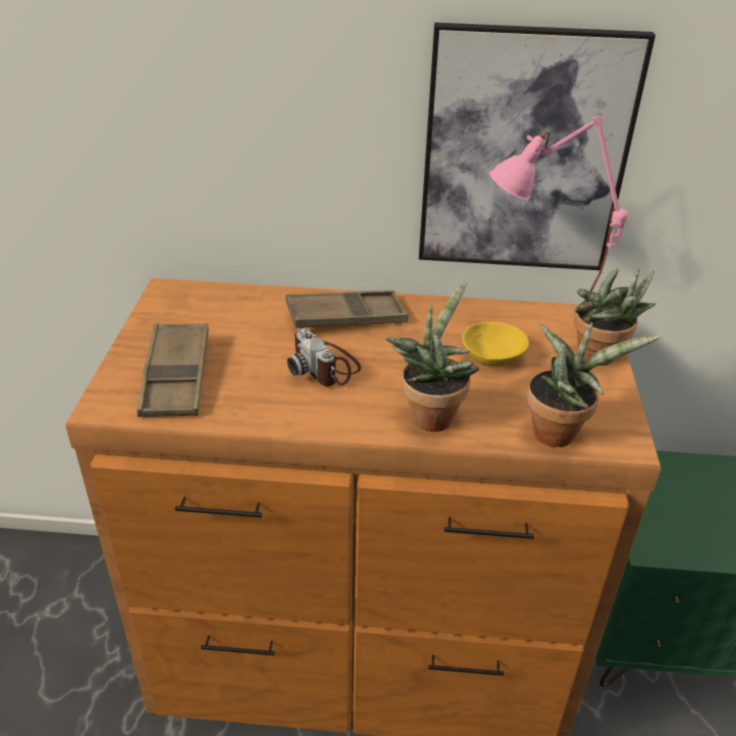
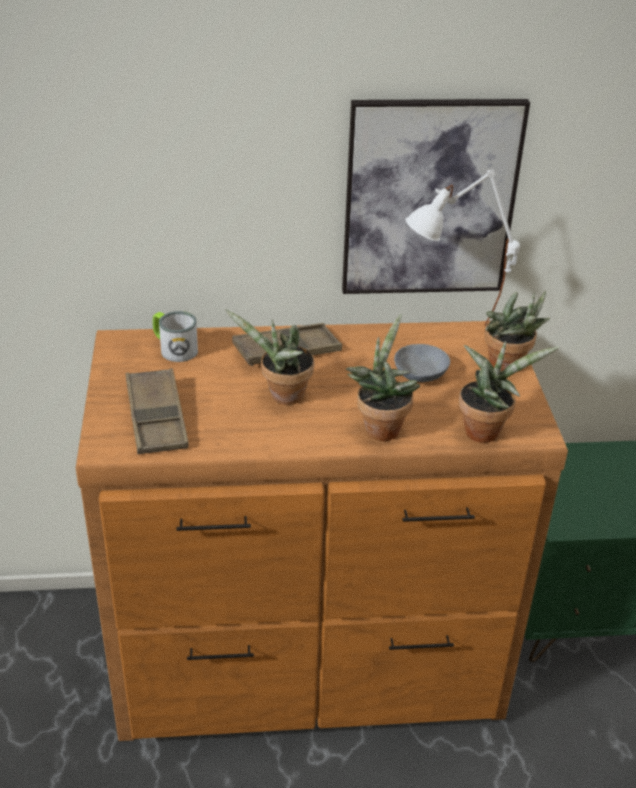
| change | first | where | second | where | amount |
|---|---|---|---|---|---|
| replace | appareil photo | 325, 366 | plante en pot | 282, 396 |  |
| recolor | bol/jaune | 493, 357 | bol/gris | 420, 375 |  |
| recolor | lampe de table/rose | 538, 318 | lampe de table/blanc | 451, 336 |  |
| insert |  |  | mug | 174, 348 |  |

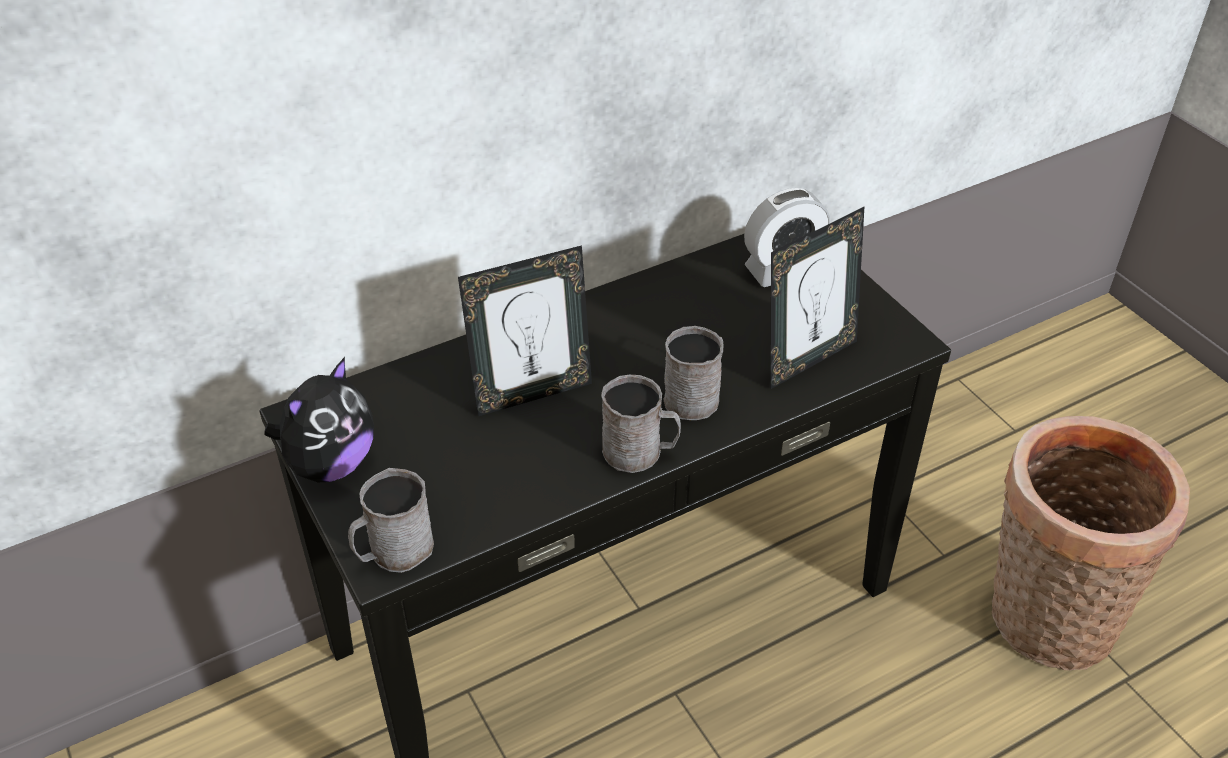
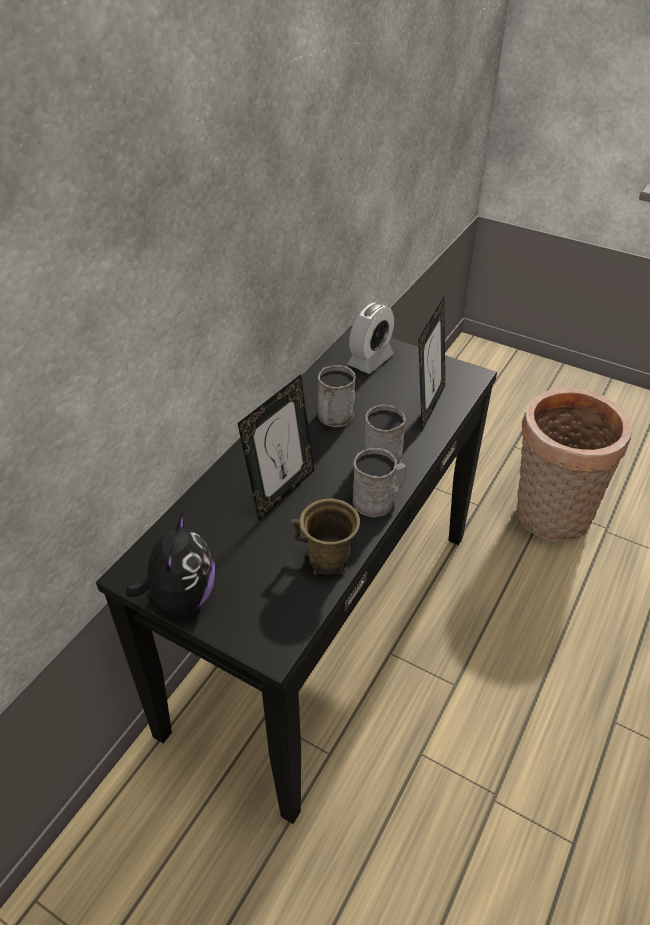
| change | first | where | second | where | amount |
|---|---|---|---|---|---|
| move | mug/gris | 394, 552 |  | 334, 418 |  |
| insert |  |  | mug/marron | 328, 560 |  |

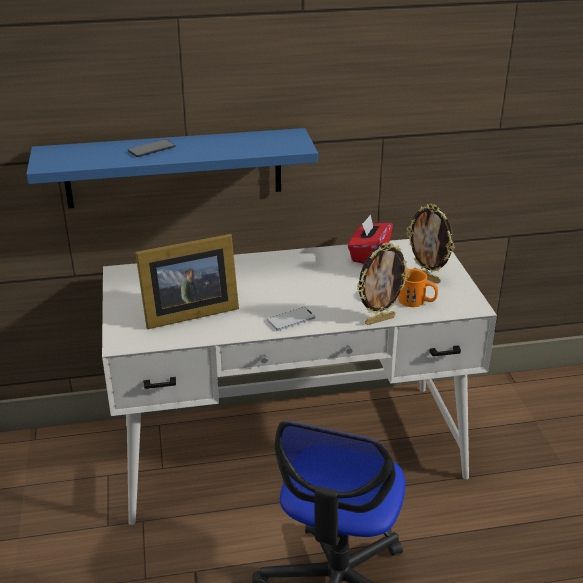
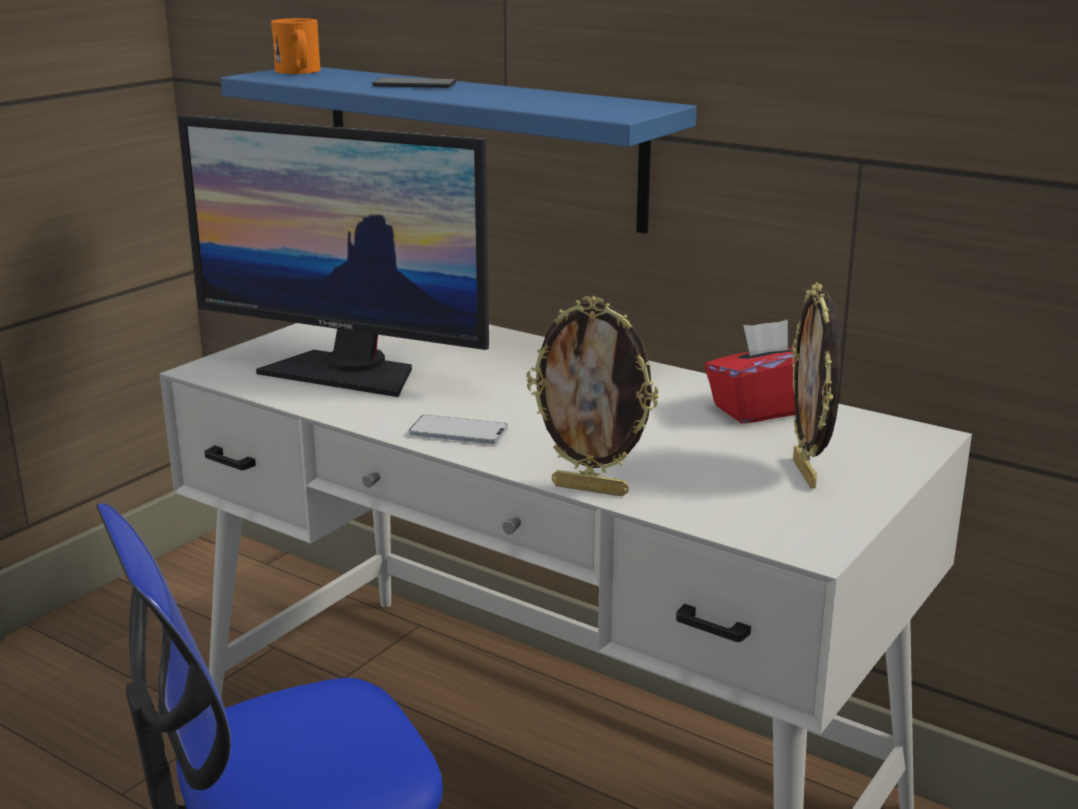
| change | first | where | second | where | amount |
|---|---|---|---|---|---|
| replace | cadre photo | 186, 313 | écran d'ordinateur | 347, 371 |  |
| move | mug/orange | 417, 301 |  | 299, 72 |  |

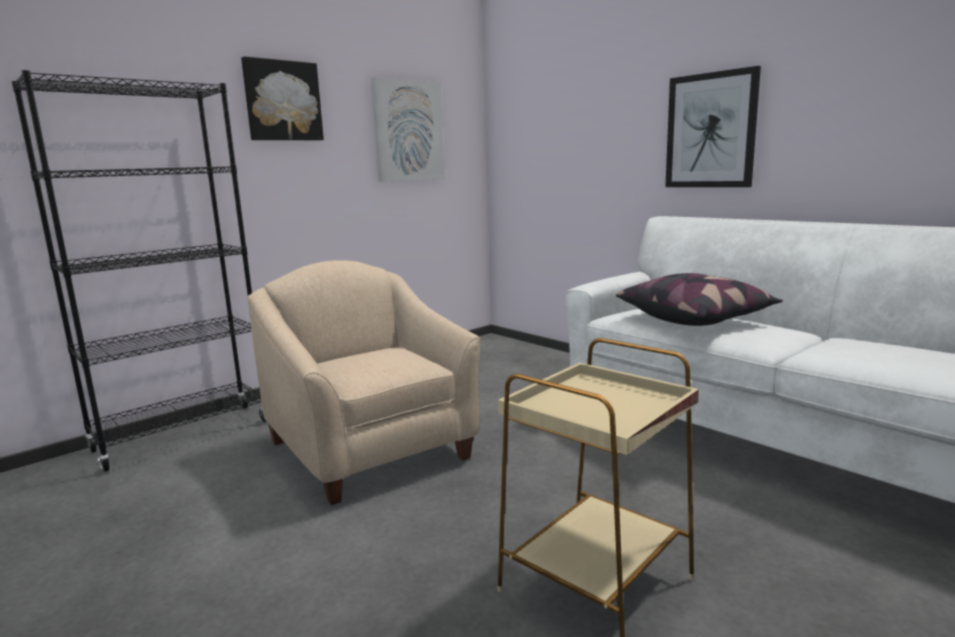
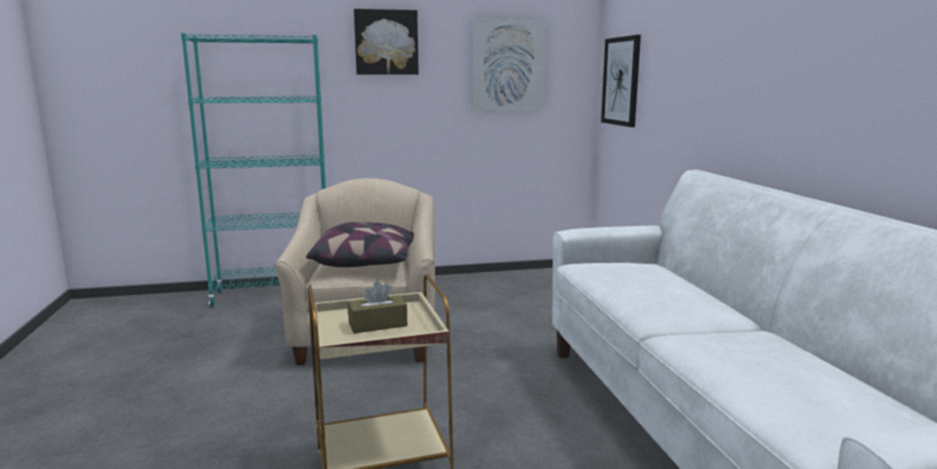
| change | first | where | second | where | amount |
|---|---|---|---|---|---|
| recolor | bibliothèque/noir | 183, 435 | bibliothèque/turquoise | 274, 295 |  |
| move | coussin | 695, 319 |  | 367, 262 |  |
| move | tableau | 710, 131 |  | 621, 81 |  |
| insert |  |  | boîte à mouchoirs/marron | 377, 324 |  |

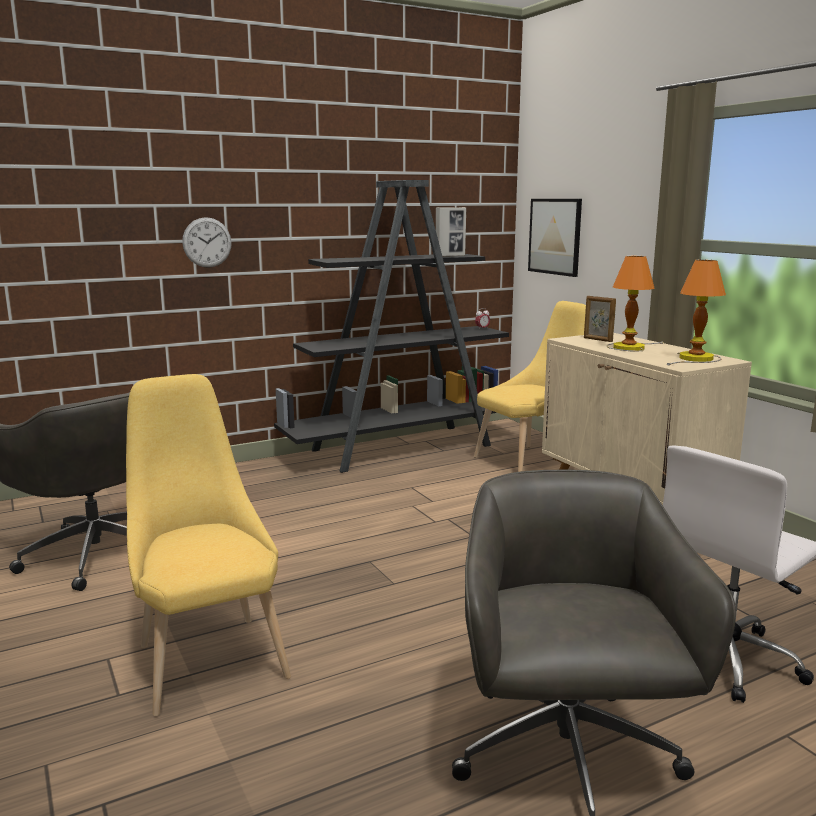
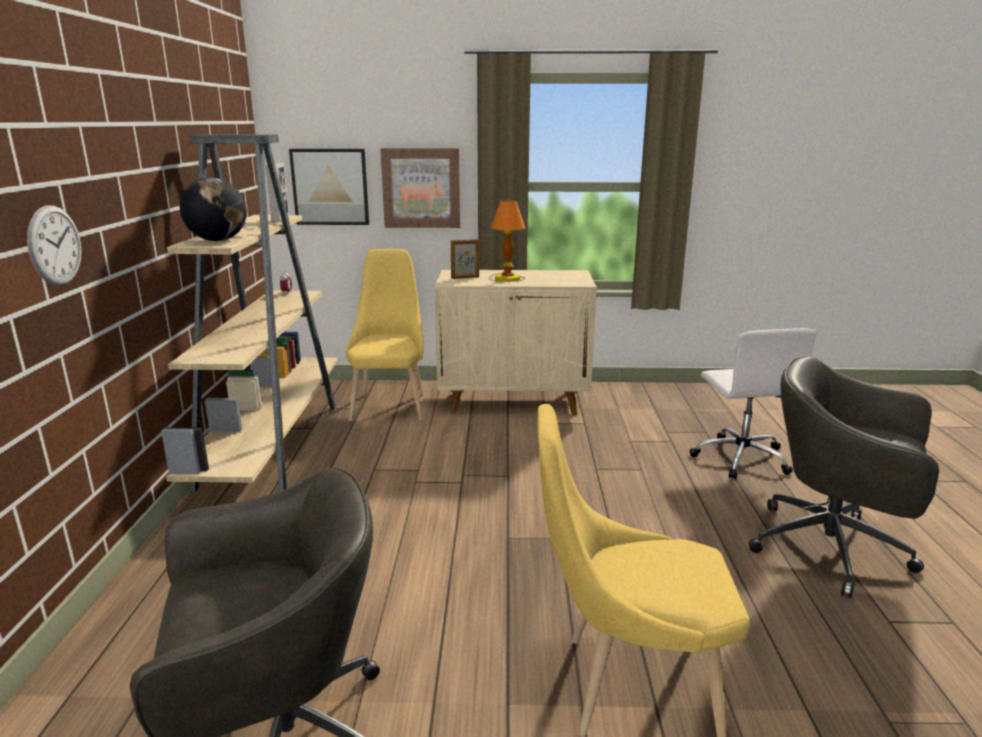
| change | first | where | second | where | amount |
|---|---|---|---|---|---|
| recolor | bibliothèque/noir | 404, 447 | bibliothèque/beige | 273, 442 |  |
| delete | lampe de table | 696, 359 |  |  |  |
| insert |  |  | globe | 218, 240 |  |
| insert |  |  | tableau | 421, 188 |  |

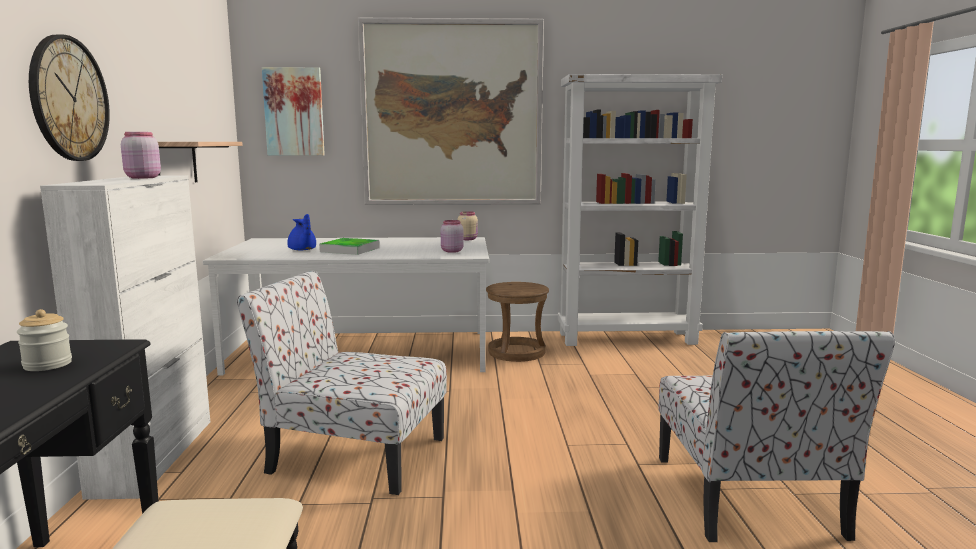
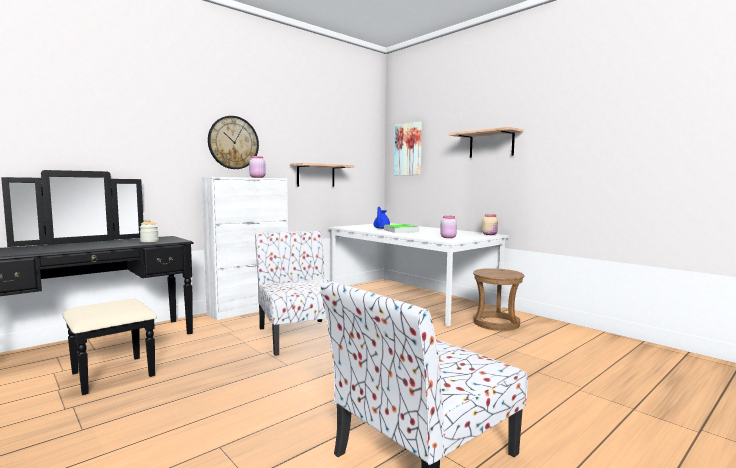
| change | first | where | second | where | amount |
|---|---|---|---|---|---|
| replace | tableau | 452, 114 | étagère | 491, 144 |  |
| delete | bibliothèque/blanc | 627, 338 |  |  |  |

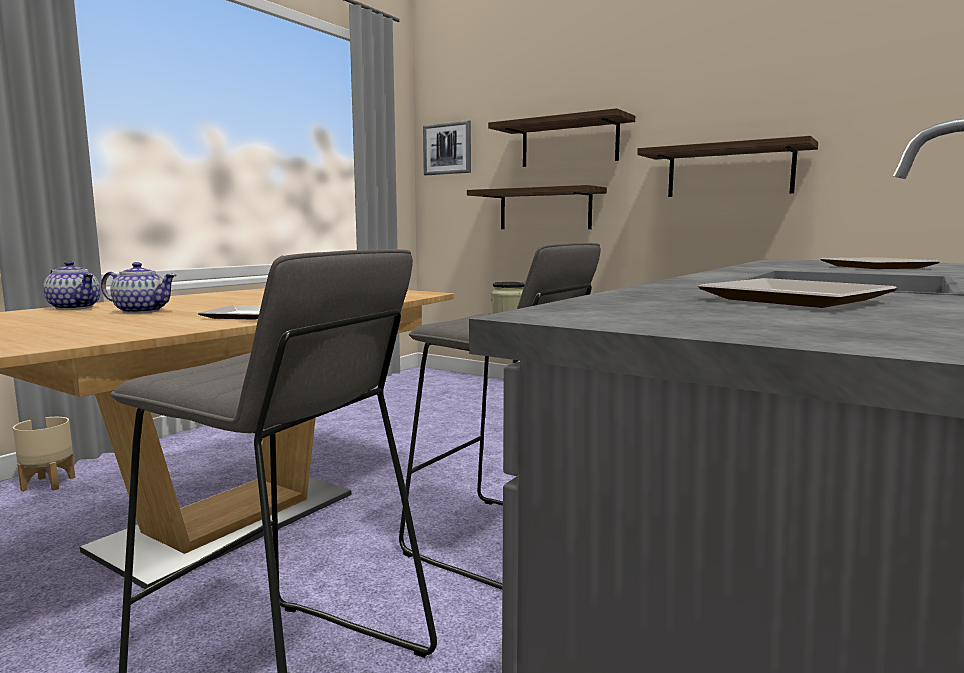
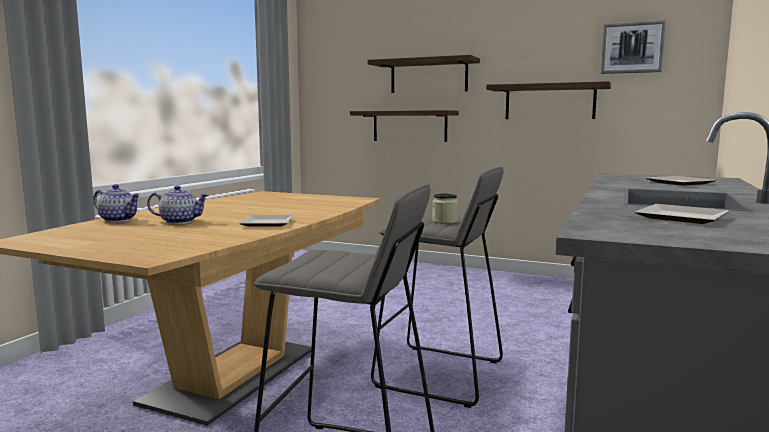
| change | first | where | second | where | amount |
|---|---|---|---|---|---|
| delete | cache-pot/beige | 49, 483 |  |  |  |
| move | tableau | 447, 148 |  | 632, 48 |  |

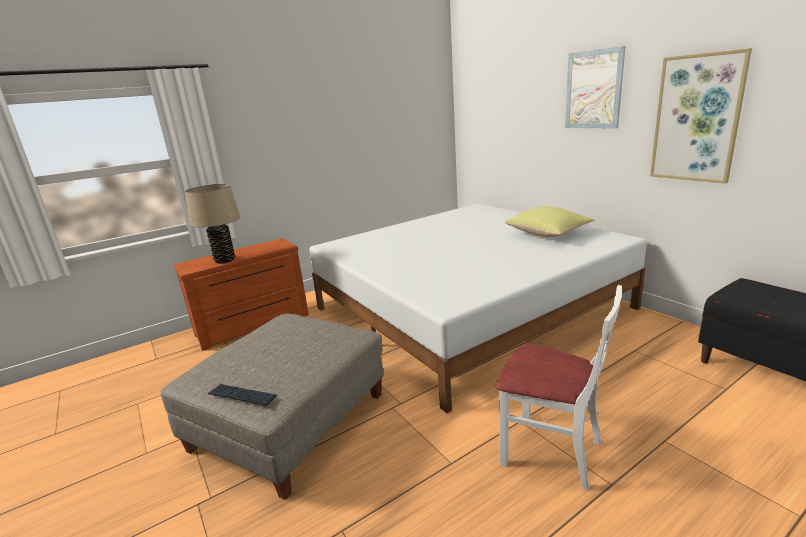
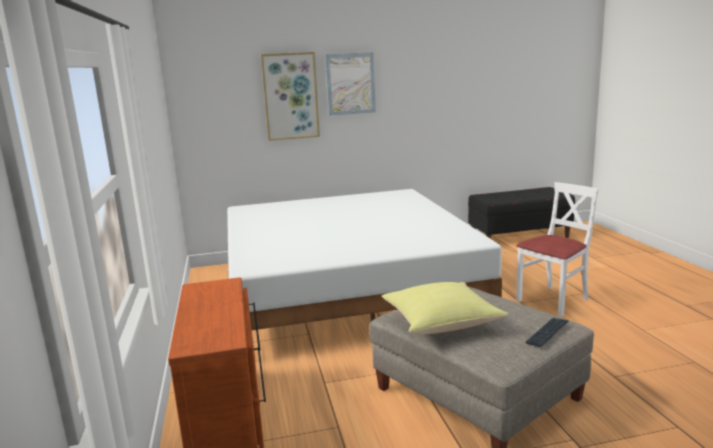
| change | first | where | second | where | amount |
|---|---|---|---|---|---|
| delete | lampe de table/beige | 225, 260 |  |  |  |
| move | coussin/jaune | 548, 234 |  | 441, 323 |  |
| move | tableau | 696, 119 |  | 290, 96 |  |

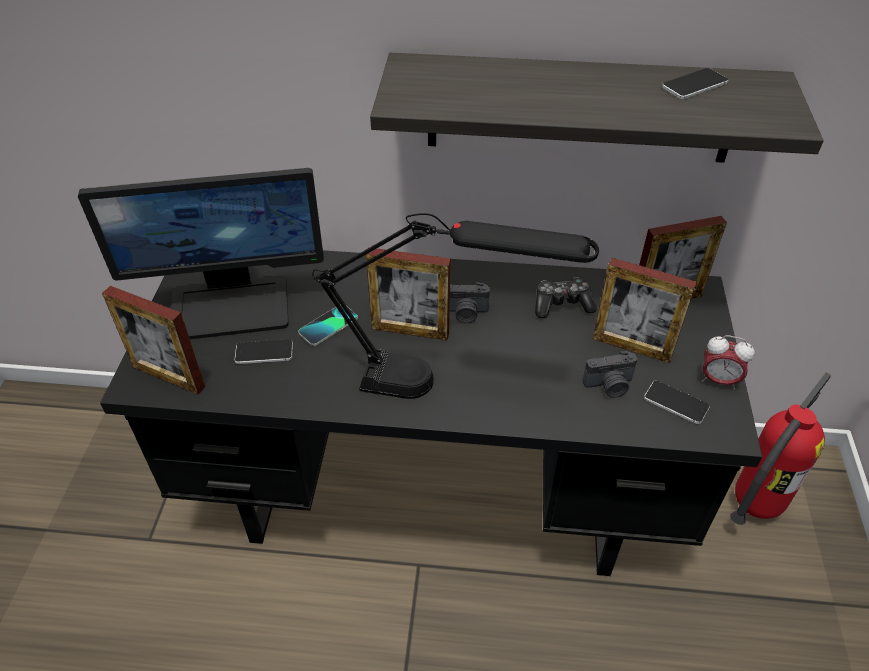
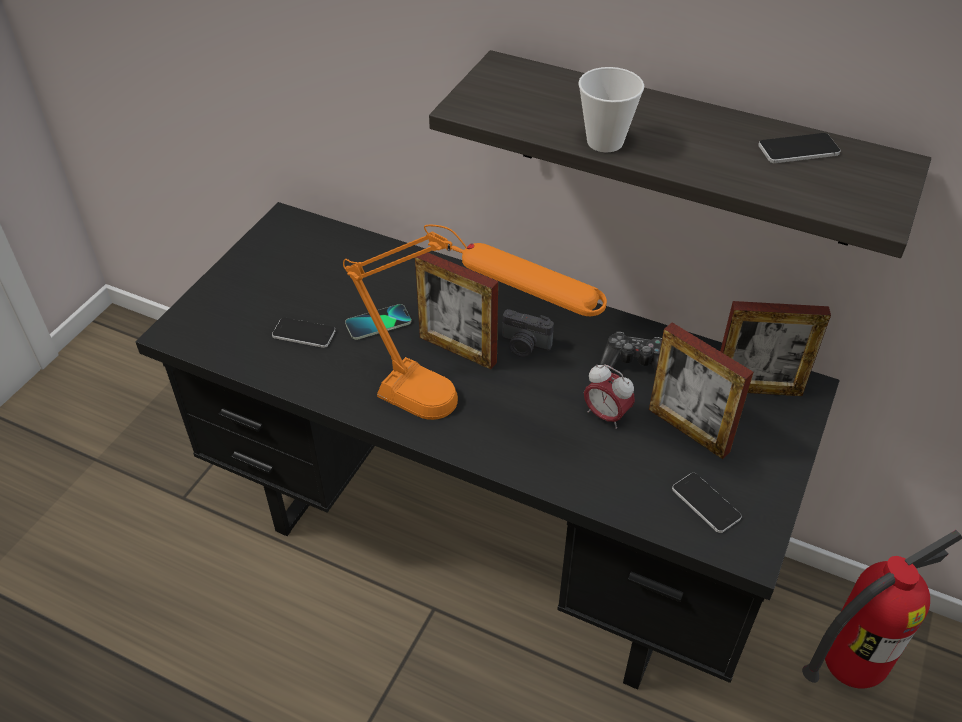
| change | first | where | second | where | amount |
|---|---|---|---|---|---|
| delete | écran d'ordinateur | 231, 306 |  |  |  |
| delete | cadre photo | 169, 377 |  |  |  |
| recolor | lampe de table/noir | 444, 386 | lampe de table/orange | 464, 415 |  |
| delete | appareil photo | 609, 386 |  |  |  |
| move | réveil | 718, 380 |  | 606, 415 |  |
| insert |  |  | tasse | 605, 142 |  |

